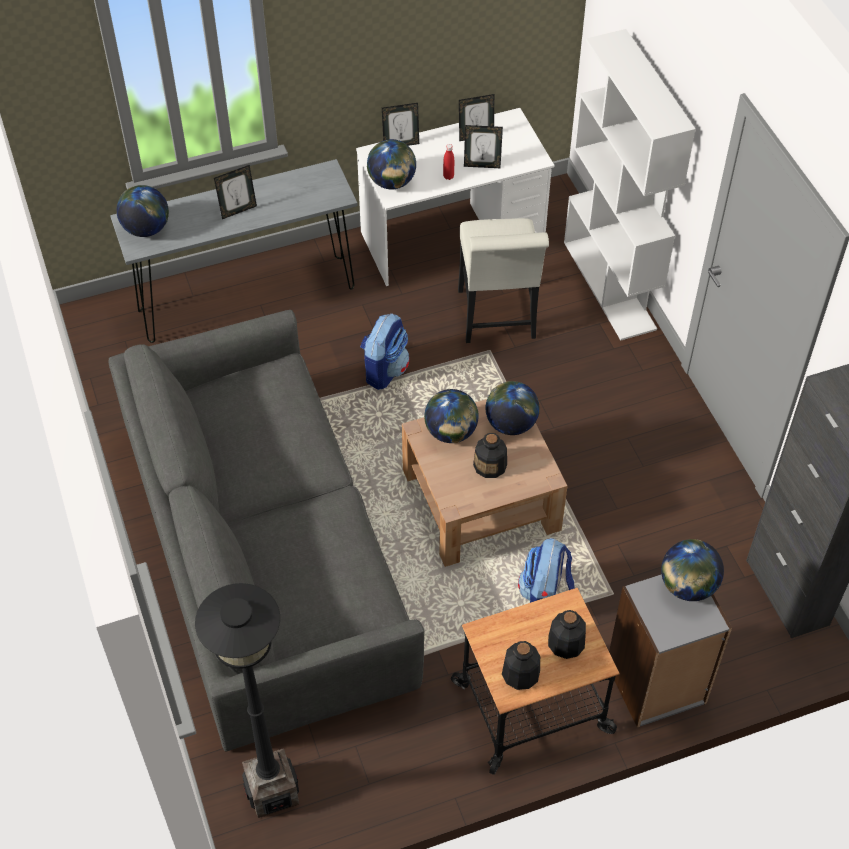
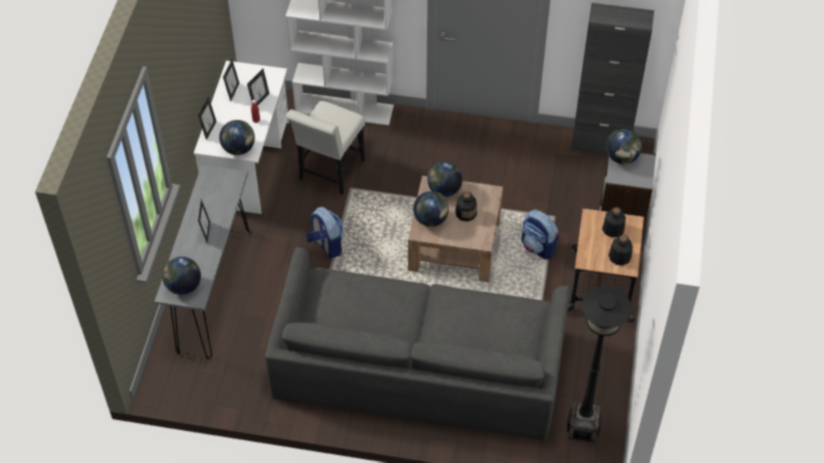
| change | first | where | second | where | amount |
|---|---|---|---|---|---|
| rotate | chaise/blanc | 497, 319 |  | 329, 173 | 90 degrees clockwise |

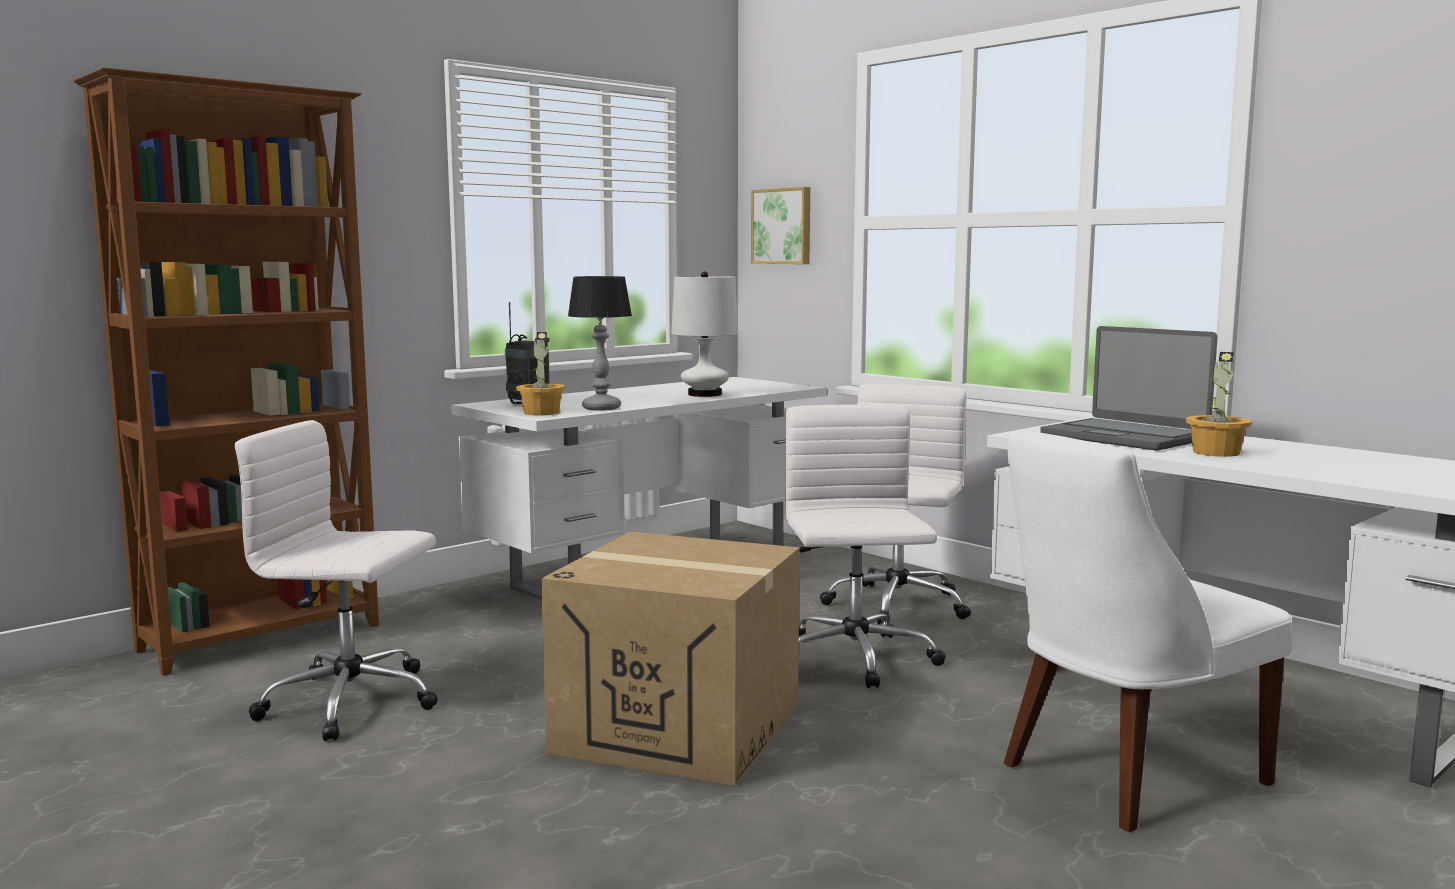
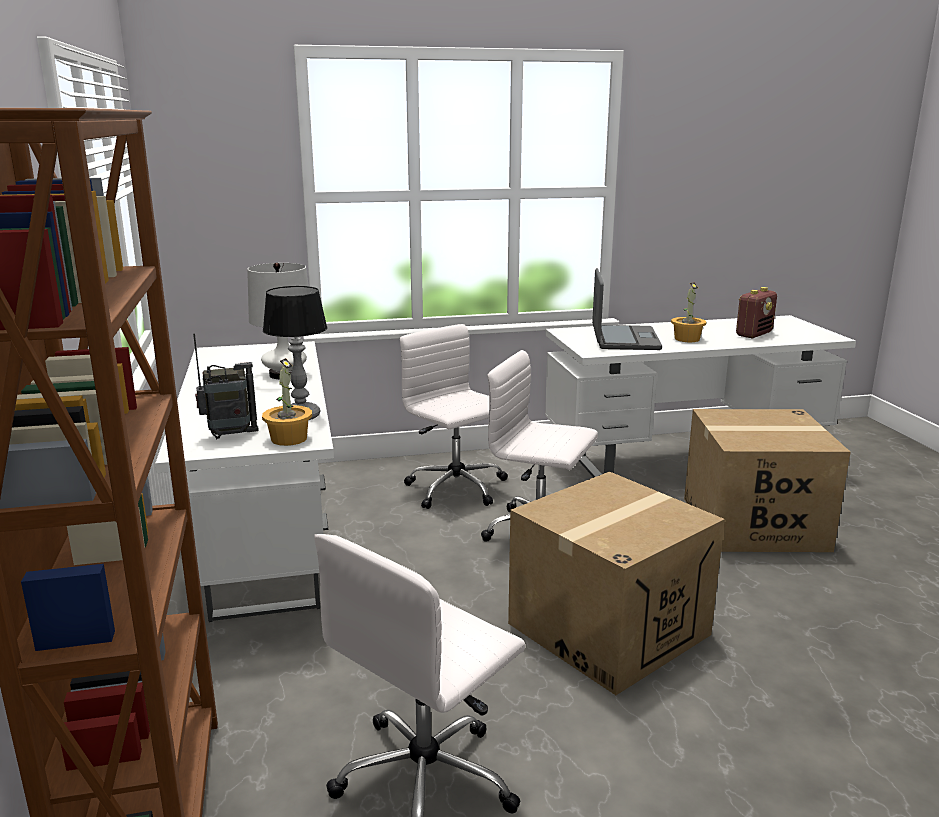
| change | first | where | second | where | amount |
|---|---|---|---|---|---|
| delete | tableau | 783, 226 |  |  |  |
| replace | chaise/blanc | 1124, 776 | carton | 753, 524 |  |
| rotate | ordinateur portable | 1124, 437 |  | 624, 339 | 75 degrees counterclockwise |
| insert |  |  | radio | 754, 334 |  |

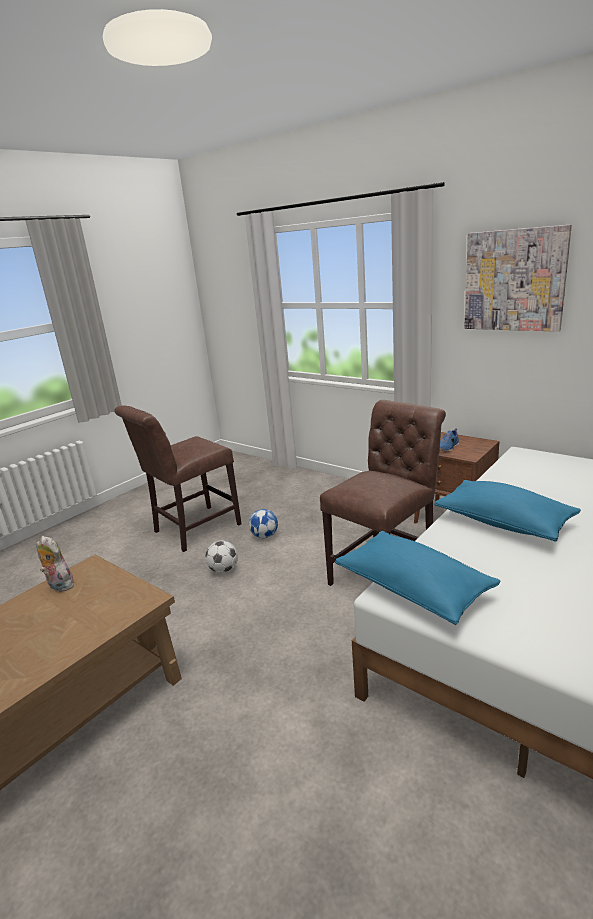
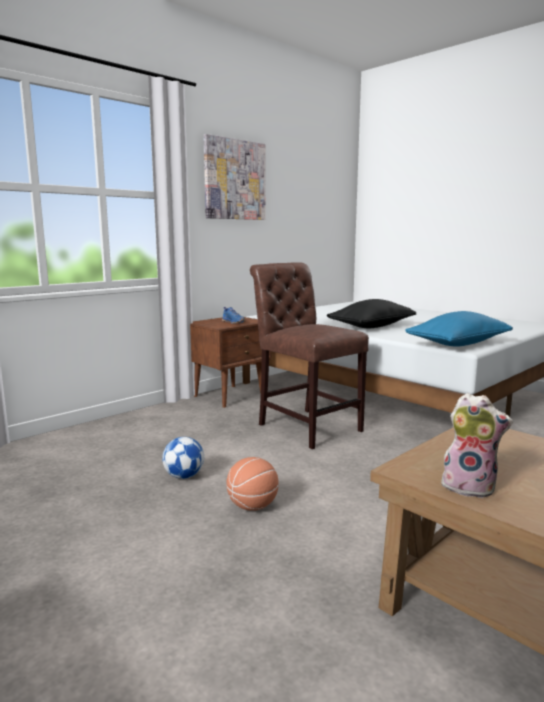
| change | first | where | second | where | amount |
|---|---|---|---|---|---|
| rotate | peluche | 59, 586 |  | 470, 487 | 105 degrees counterclockwise |
| delete | chaise/marron | 192, 529 |  |  |  |
| replace | ballon de foot | 223, 570 | ballon de basket | 252, 506 |  |
| recolor | coussin/bleu | 503, 523 | coussin/noir | 371, 327 |  |

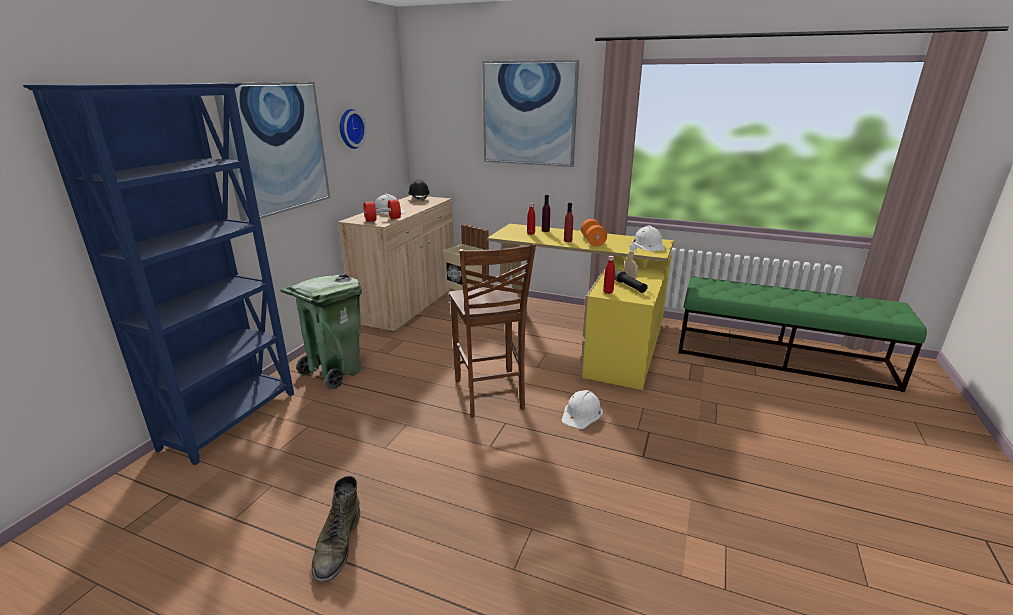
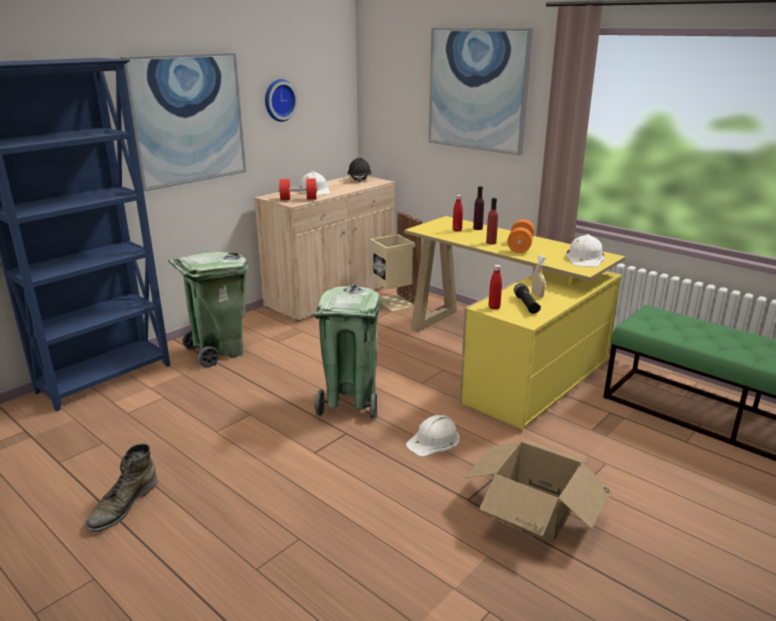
| change | first | where | second | where | amount |
|---|---|---|---|---|---|
| replace | chaise/marron | 490, 395 | poubelle/vert | 350, 402 |  |
| insert |  |  | carton | 534, 510 |  |

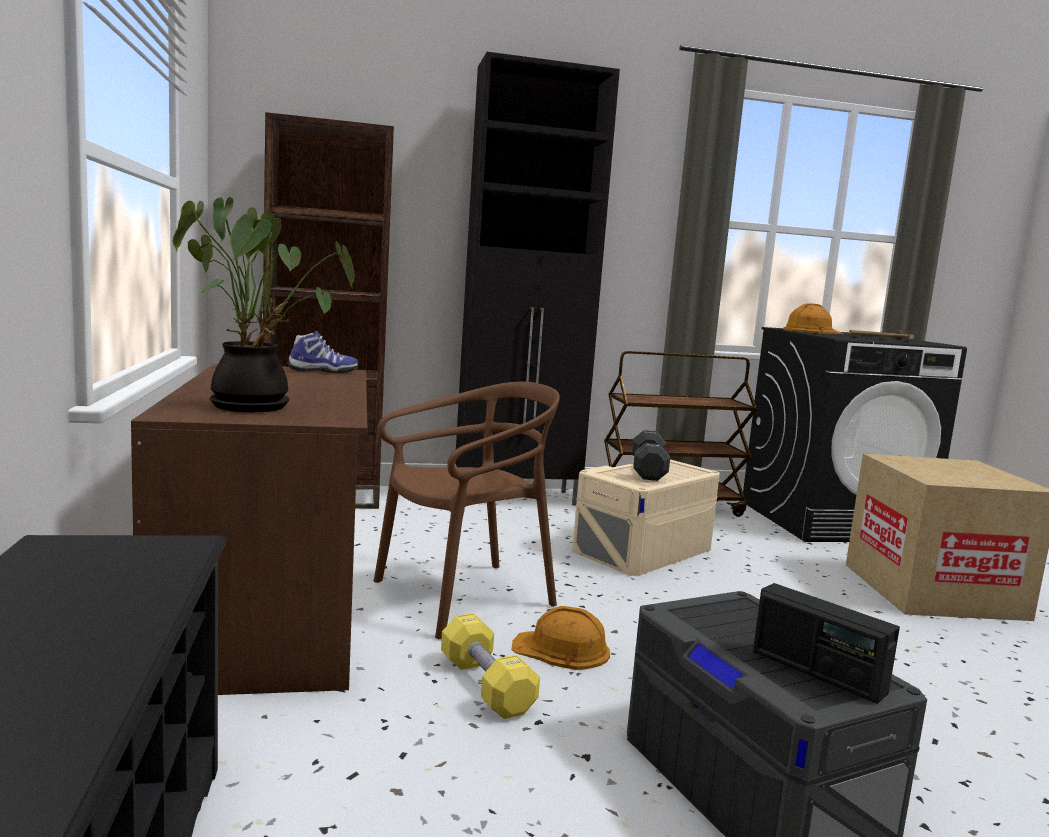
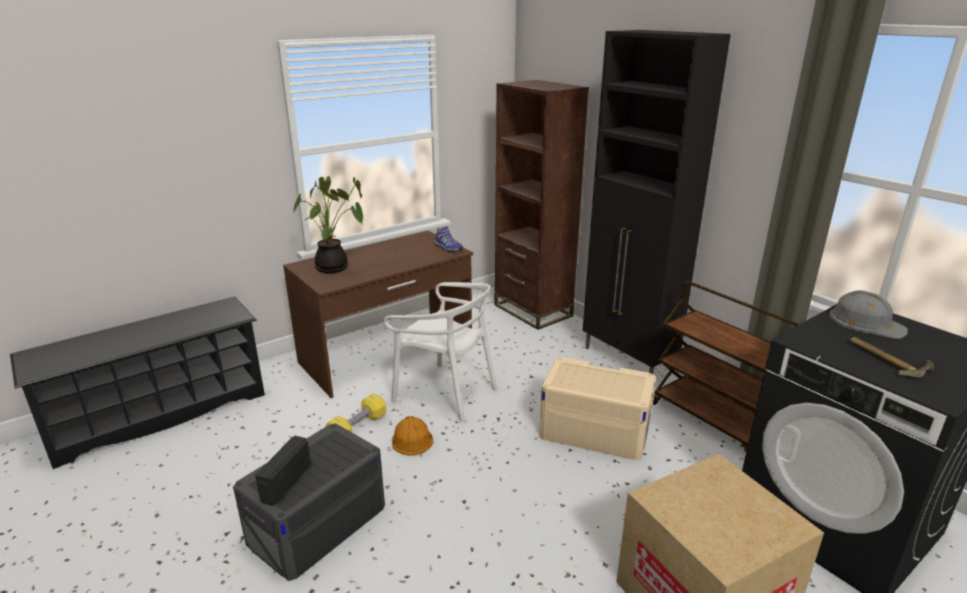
| change | first | where | second | where | amount |
|---|---|---|---|---|---|
| recolor | chaise/marron | 464, 597 | chaise/blanc | 445, 393 |  |
| delete | haltère/noir | 648, 470 |  |  |  |
| recolor | casque de chantier/orange | 811, 331 | casque de chantier/gris | 866, 322 |  |

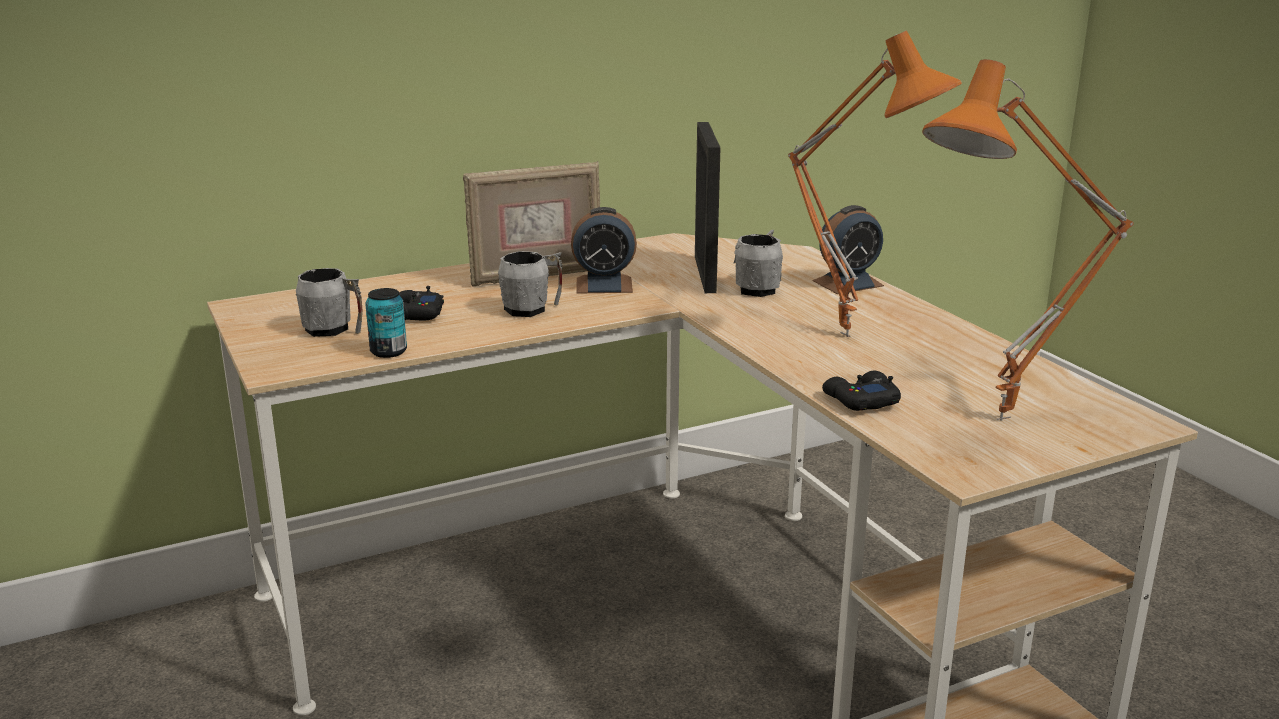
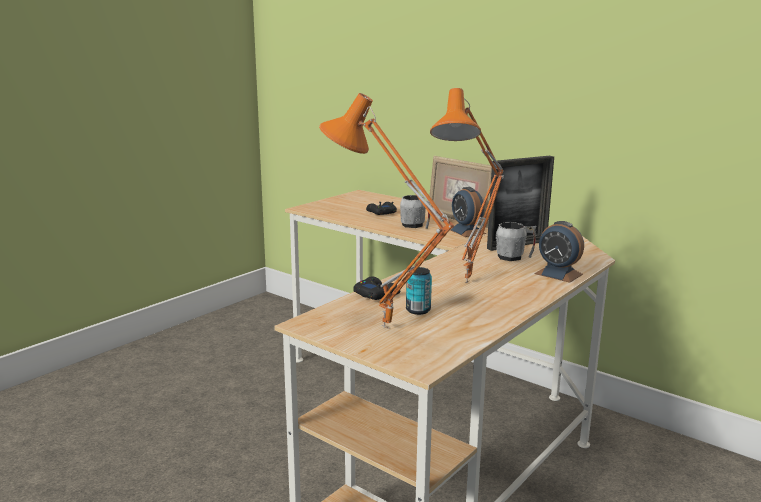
| change | first | where | second | where | amount |
|---|---|---|---|---|---|
| delete | mug/gris | 334, 330 |  |  |  |
| move | boîte métallique | 388, 351 |  | 418, 310 |  |

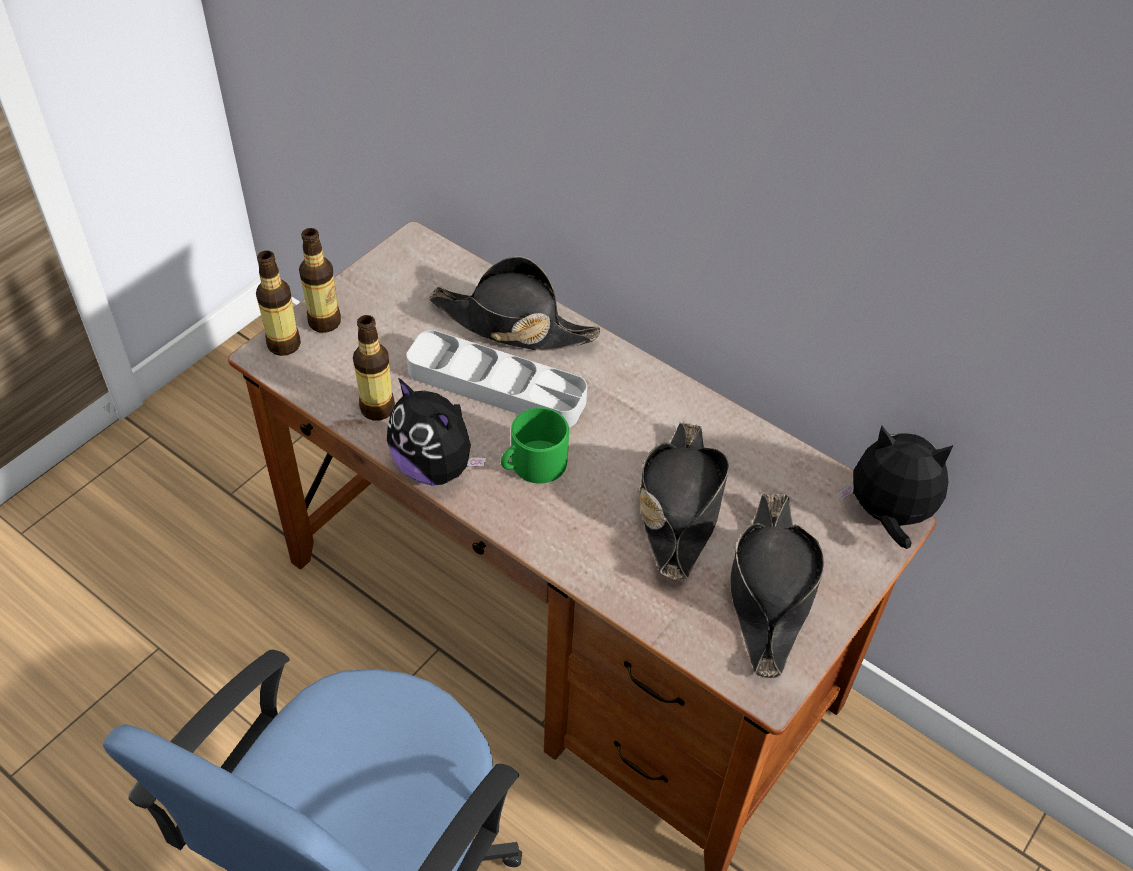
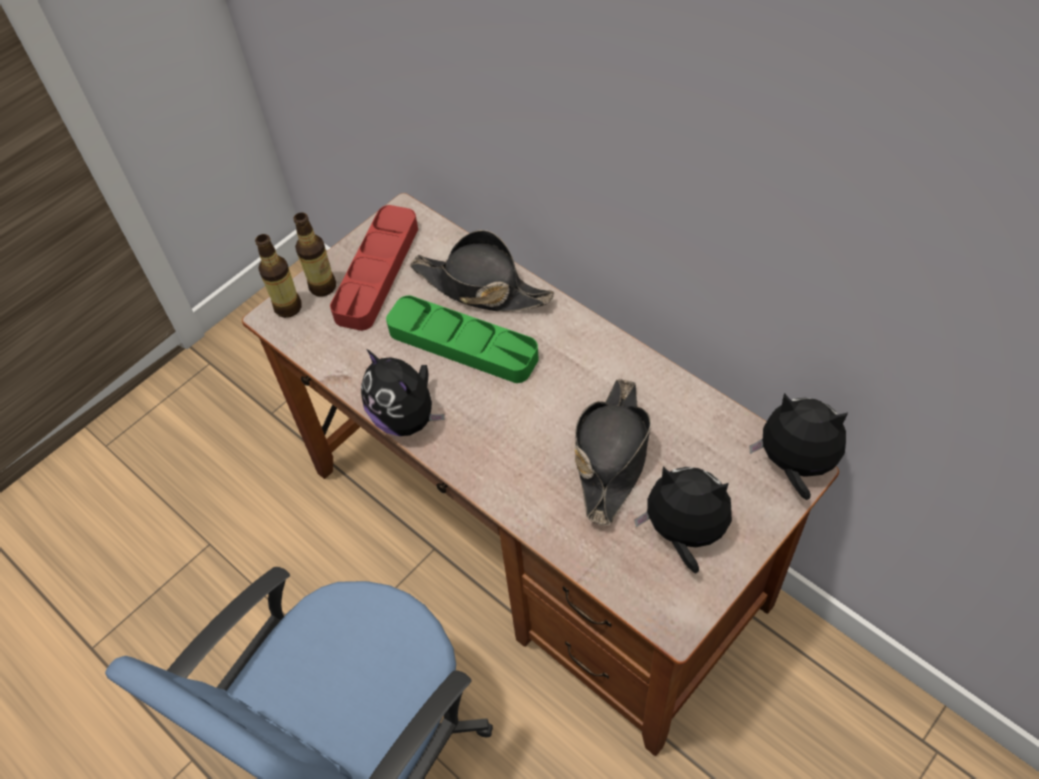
| change | first | where | second | where | amount |
|---|---|---|---|---|---|
| delete | bouteille | 377, 408 |  |  |  |
| recolor | plateau/gris | 496, 386 | plateau/vert | 462, 344 |  |
| delete | mug/vert | 532, 464 |  |  |  |
| replace | chapeau/noir | 769, 591 | peluche | 684, 534 |  |
| insert |  |  | plateau/rouge | 377, 272 |  |

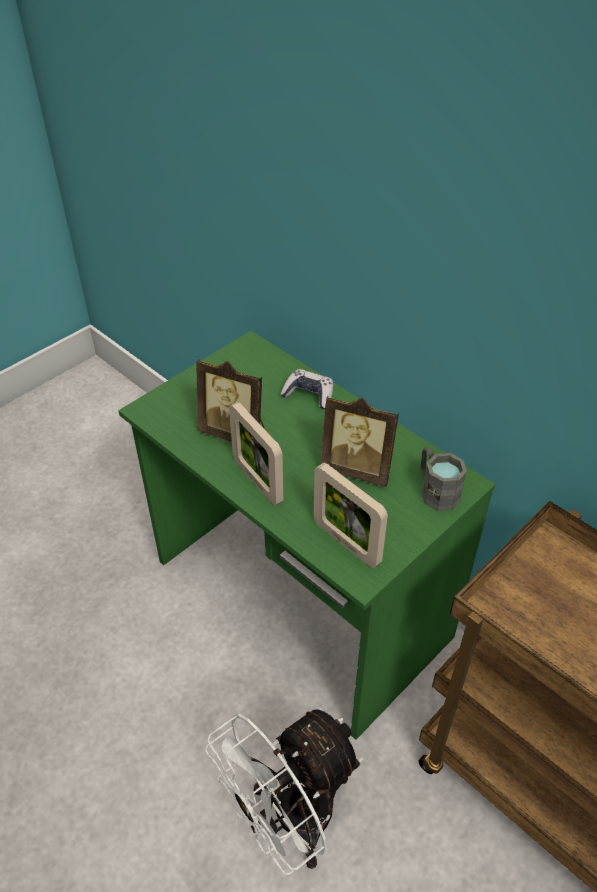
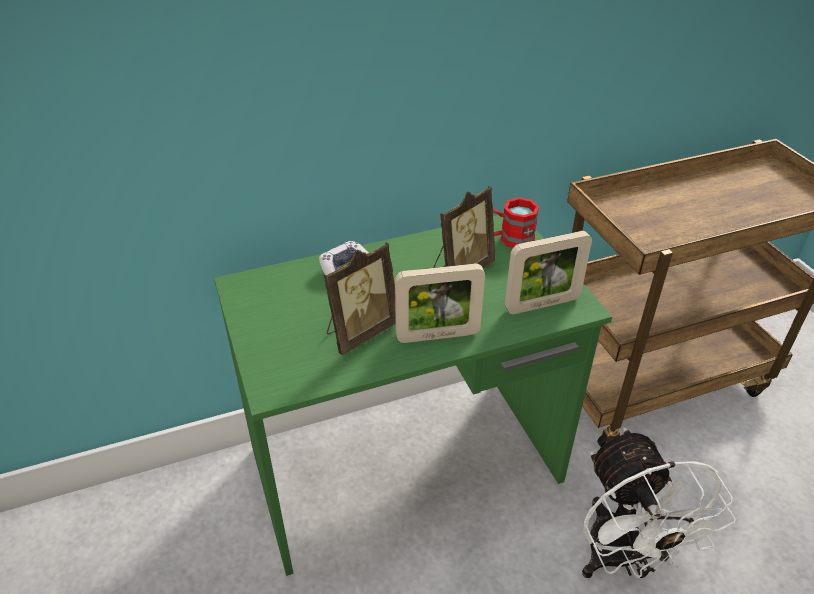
| change | first | where | second | where | amount |
|---|---|---|---|---|---|
| recolor | mug/gris | 435, 490 | mug/rouge | 509, 239 |  |

